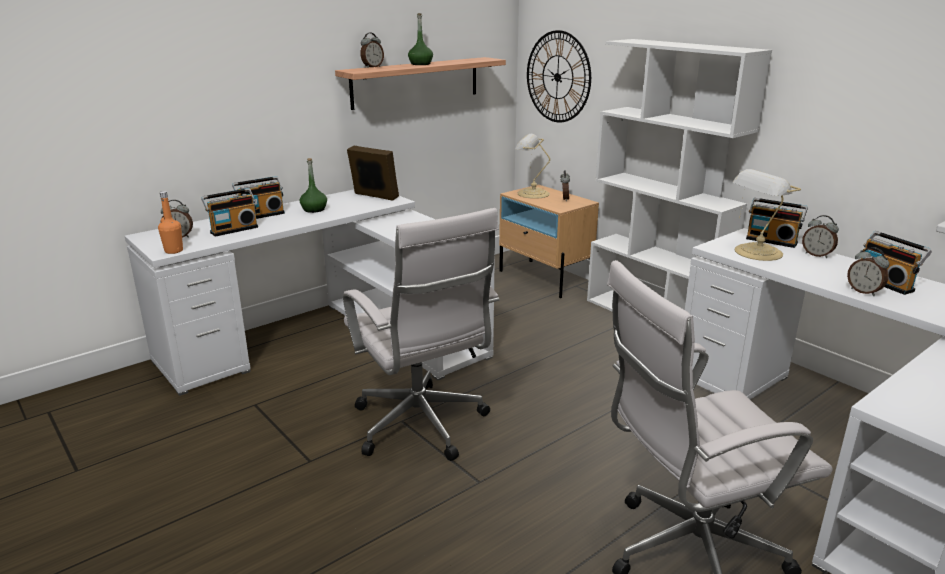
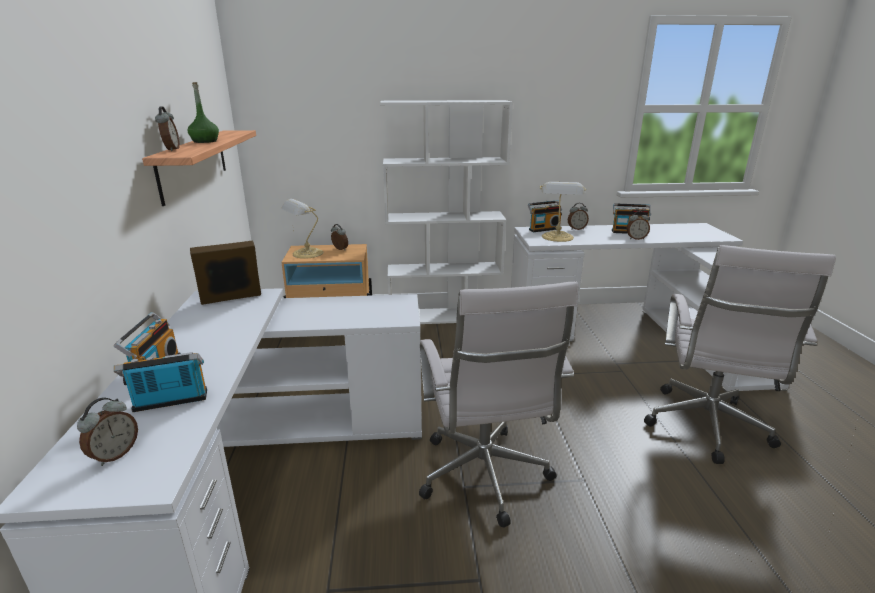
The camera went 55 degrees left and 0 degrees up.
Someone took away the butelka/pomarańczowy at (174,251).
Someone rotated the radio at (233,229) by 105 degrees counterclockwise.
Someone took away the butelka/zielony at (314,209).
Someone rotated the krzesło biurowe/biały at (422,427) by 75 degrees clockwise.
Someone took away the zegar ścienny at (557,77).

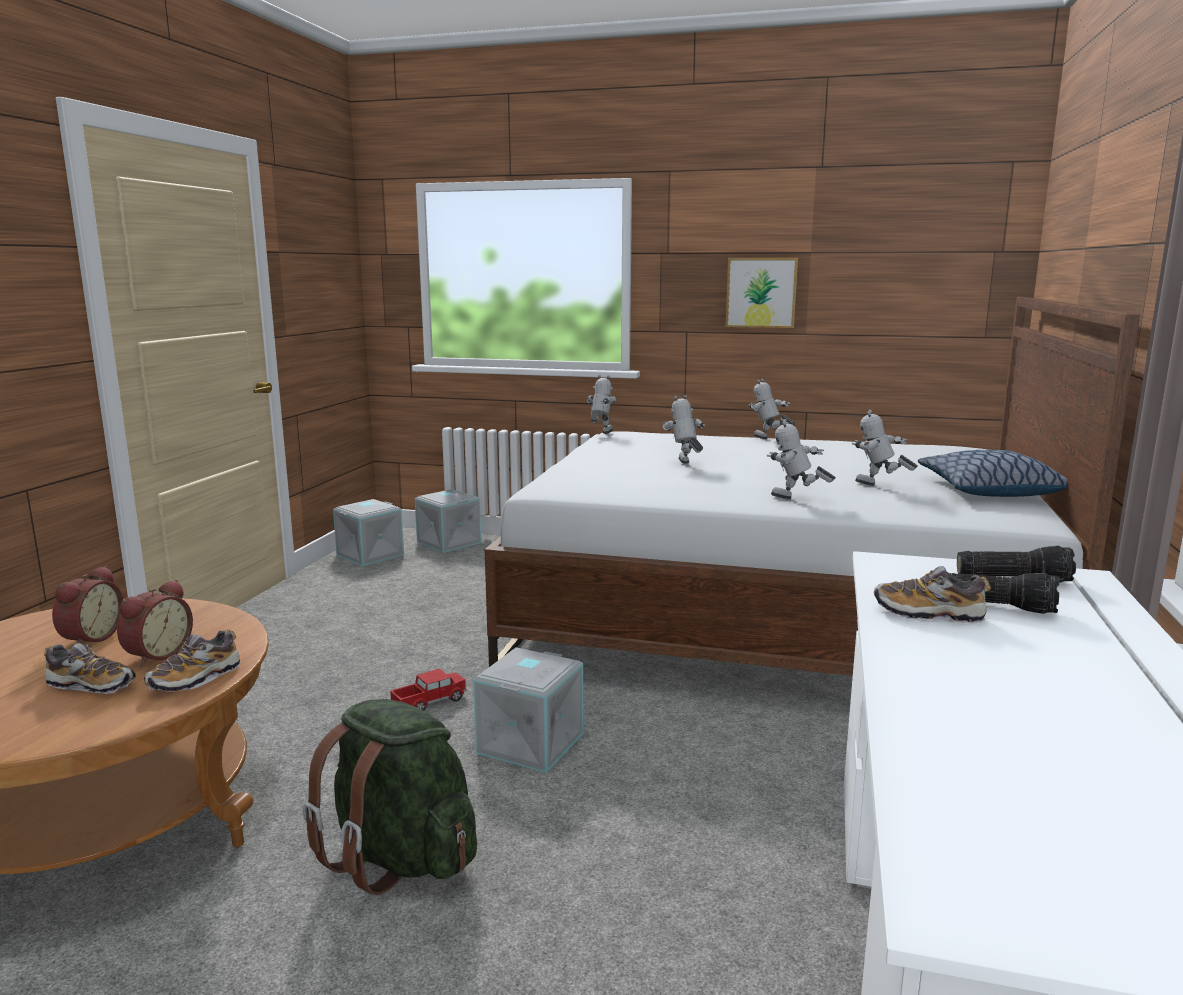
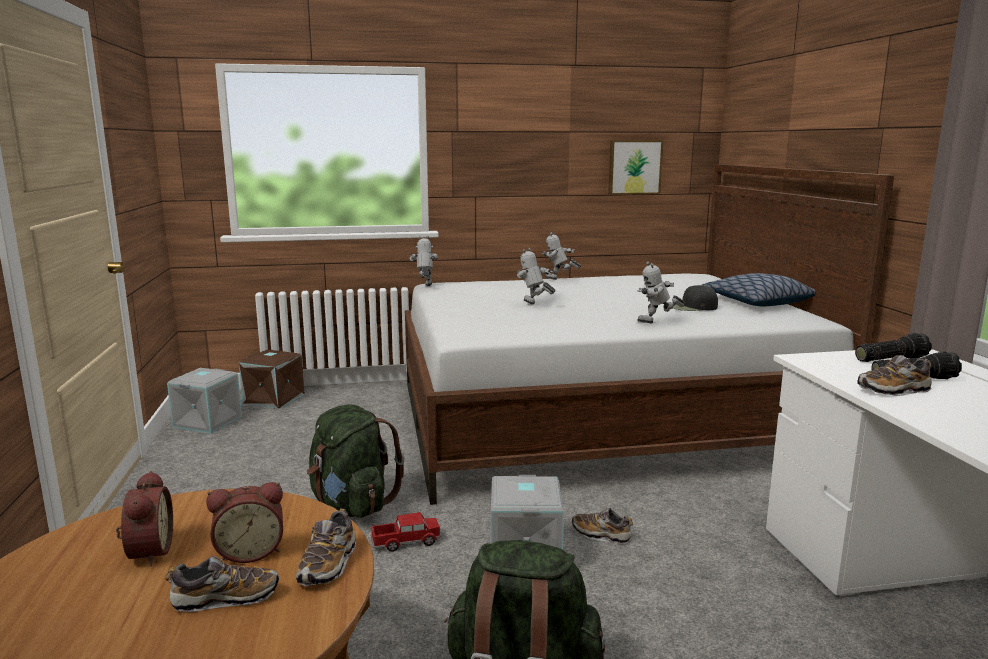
The camera went 25 degrees left and 0 degrees up.
Someone rotated the budzik at (156,654) by 75 degrees clockwise.
Someone rotated the ciężarówka zabawkowa at (429,702) by 45 degrees clockwise.
Someone repainted the pojemnik do przechowywania/szary at (447,542), which became the pojemnik do przechowywania/brązowy at (273,399).
Someone carried the obraz from (761,292) to (634,167).
Someone swapped the robot zabawkowy at (879,487) for the czapka z daszkiem/czarny at (691,307).
Someone put down the plecak/zielony at (352,506).
Someone put down the but at (601,535).

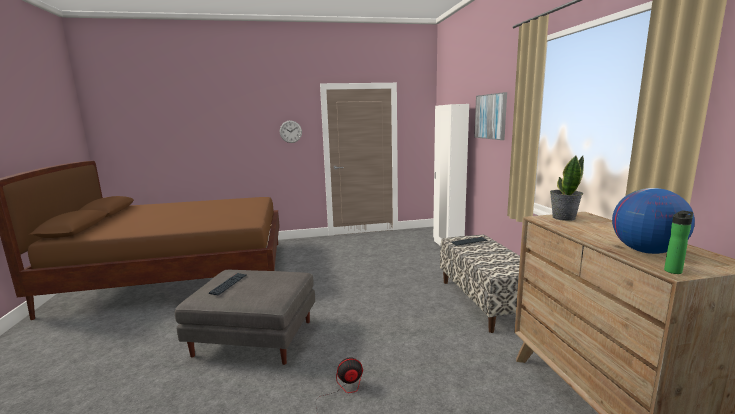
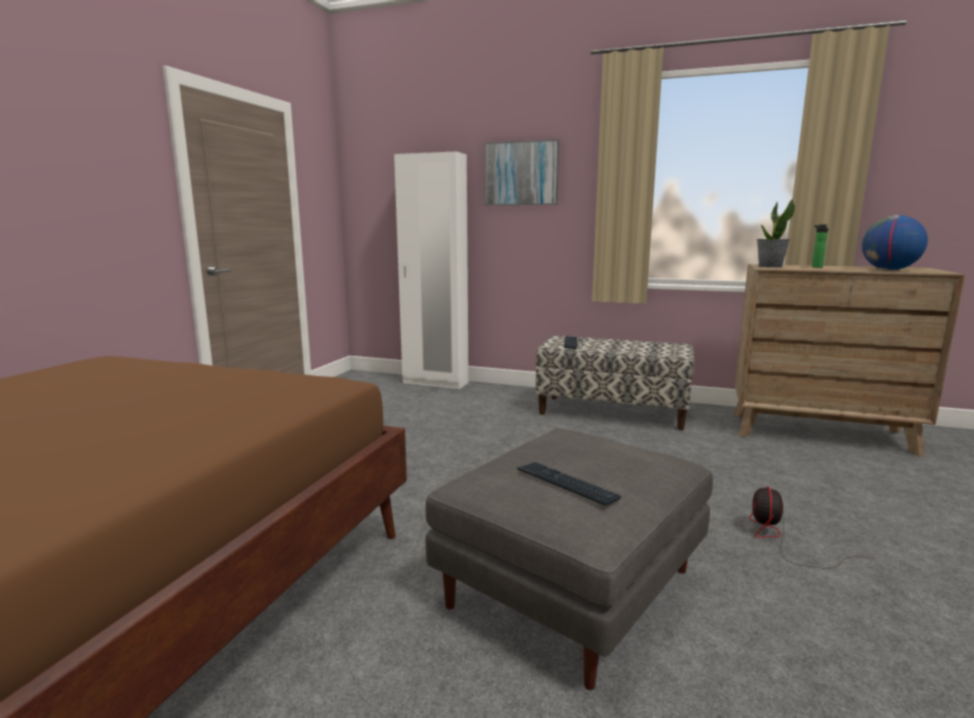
The camera went 60 degrees left and 0 degrees up.
Someone took away the zegar ścienny at (290,131).
Someone carried the butelka from (673,270) to (816,267).

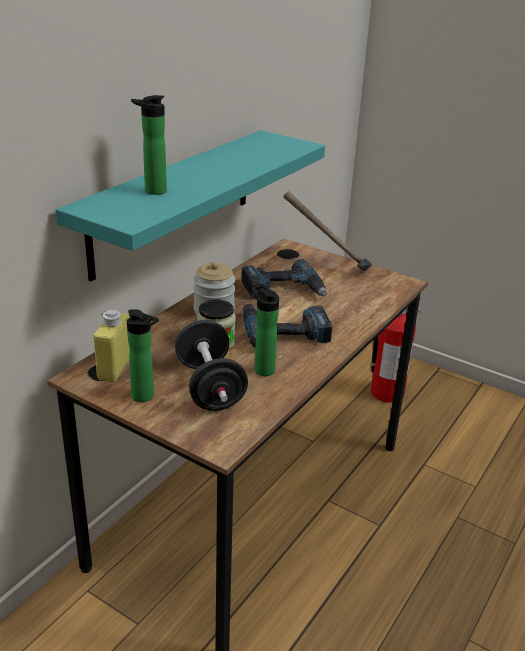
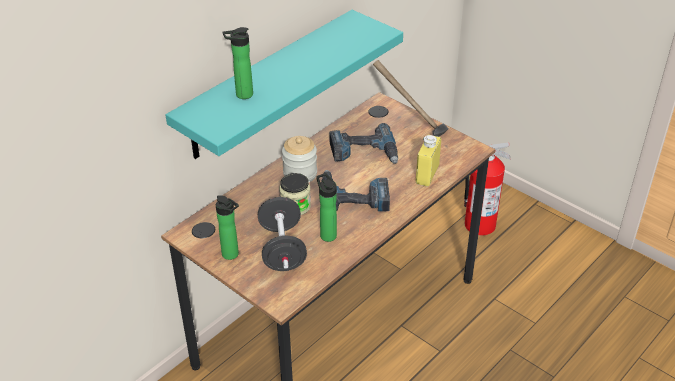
The camera went 10 degrees right and 10 degrees up.
Someone carried the butelka/żółty from (115,368) to (427,175).

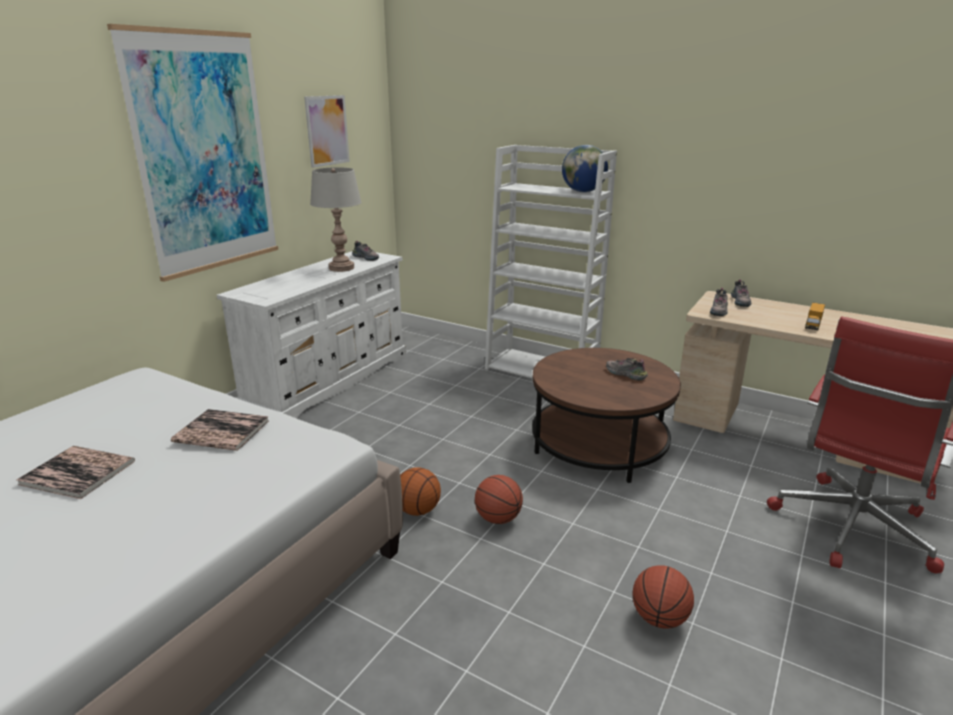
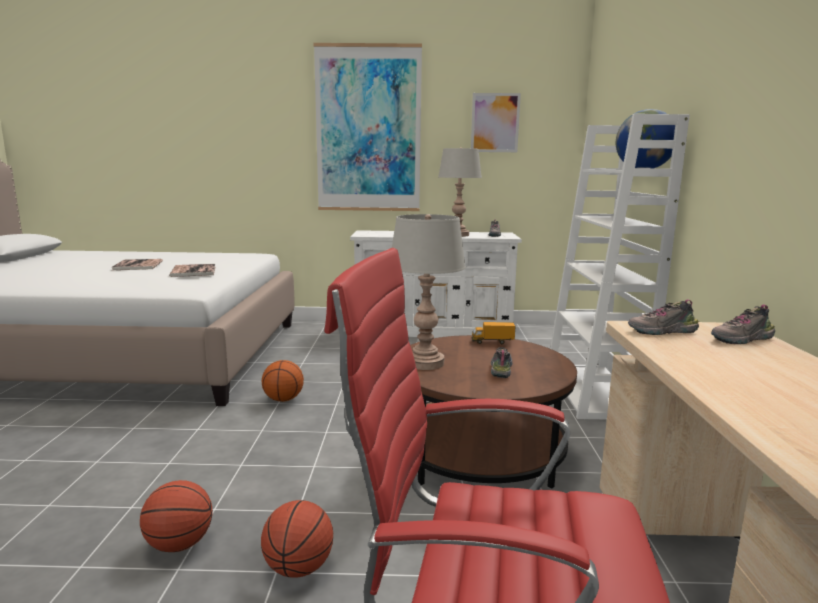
The camera went 60 degrees right and 10 degrees down.
Someone carried the piłka do koszykówki from (498,518) to (299,568).
Someone carried the ciężarówka zabawkowa from (813,325) to (492,342).
Someone put down the lampa stołowa/szary at (425,363).

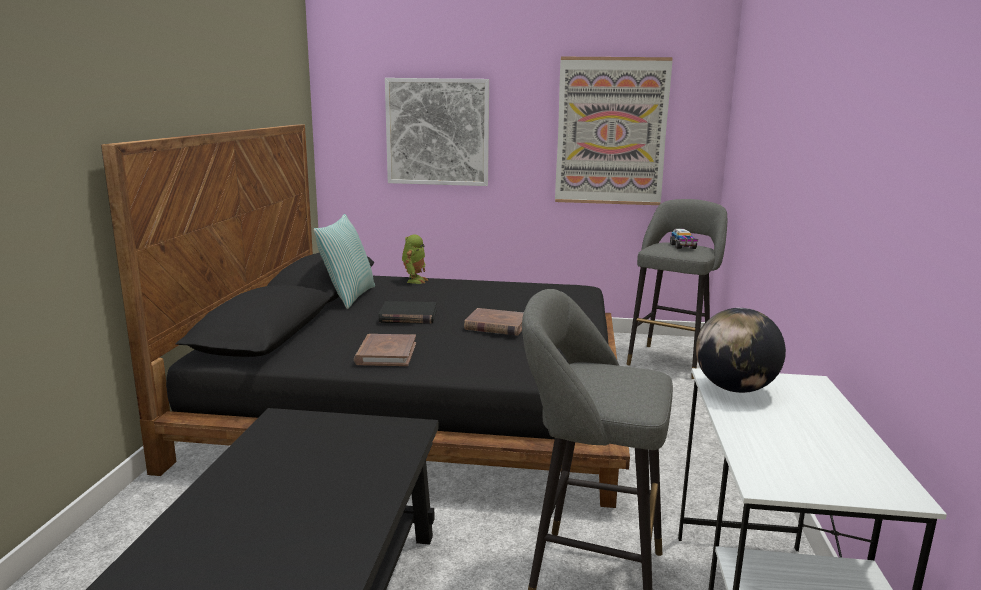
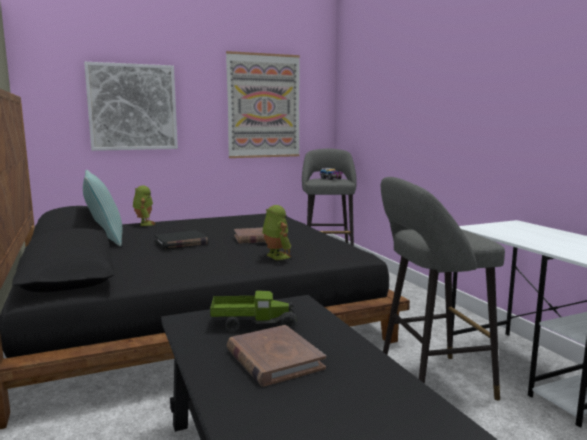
The camera went 30 degrees left and 5 degrees down.
Someone carried the książka/brązowy from (386,354) to (274,359).
Someone took away the globus at (735,389).
Someone put down the ciężarówka zabawkowa at (253,324).
Someone put down the robot zabawkowy at (275,257).

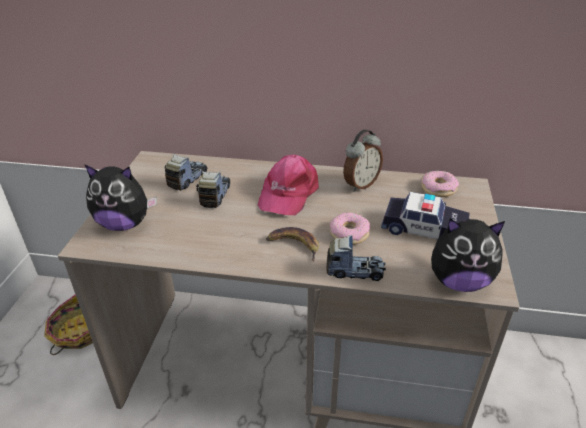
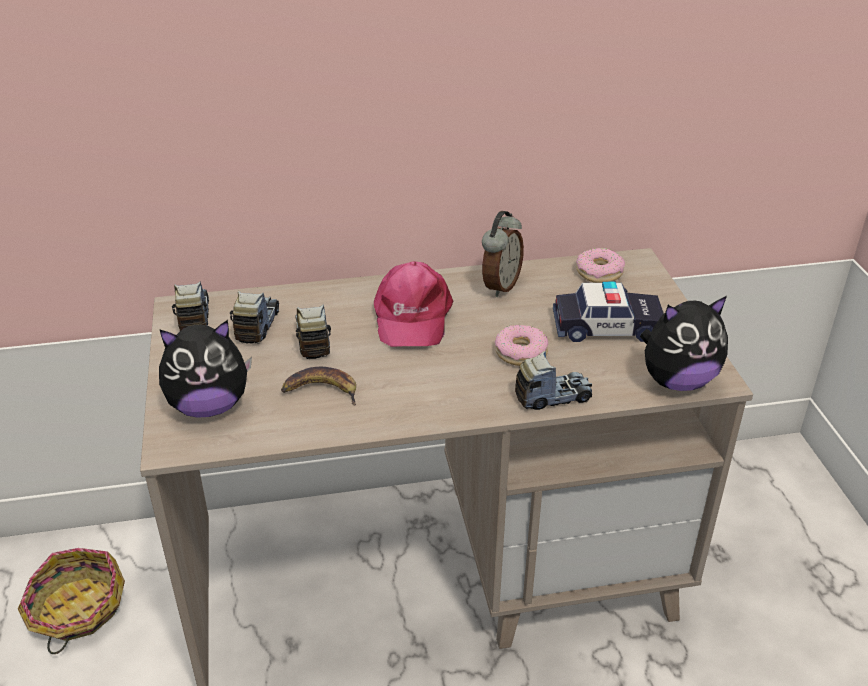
The camera went 20 degrees left and 0 degrees up.
Someone carried the banan from (294,245) to (321,390).
Someone put down the ciężarówka zabawkowa at (193,317).

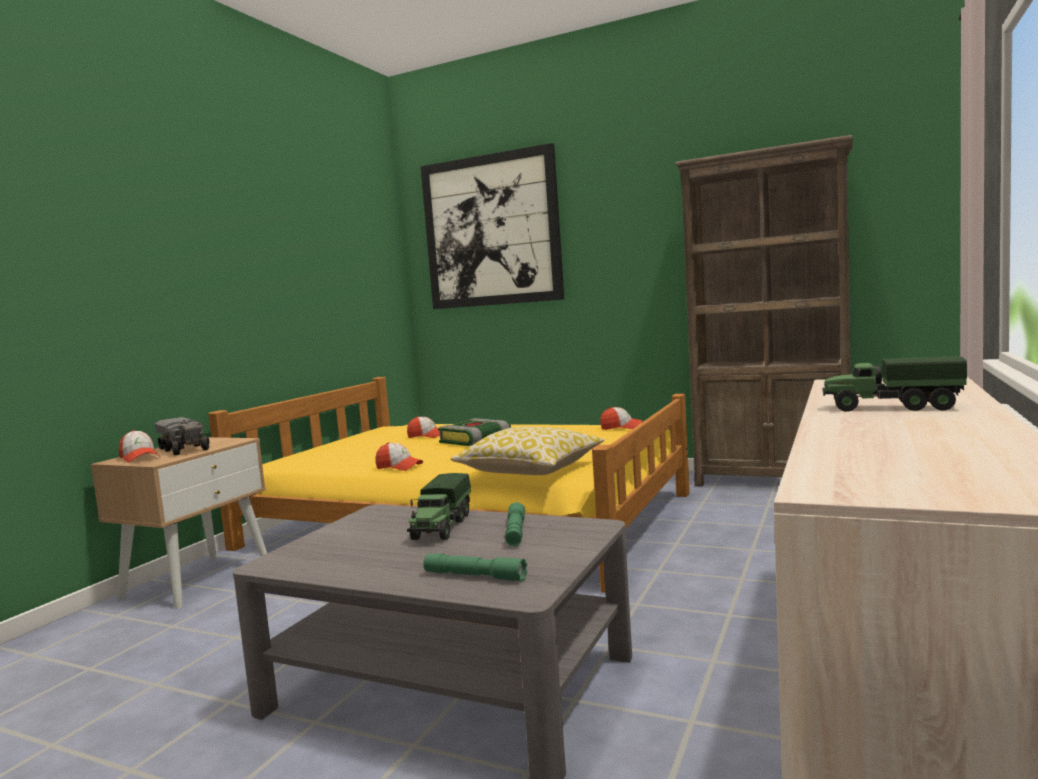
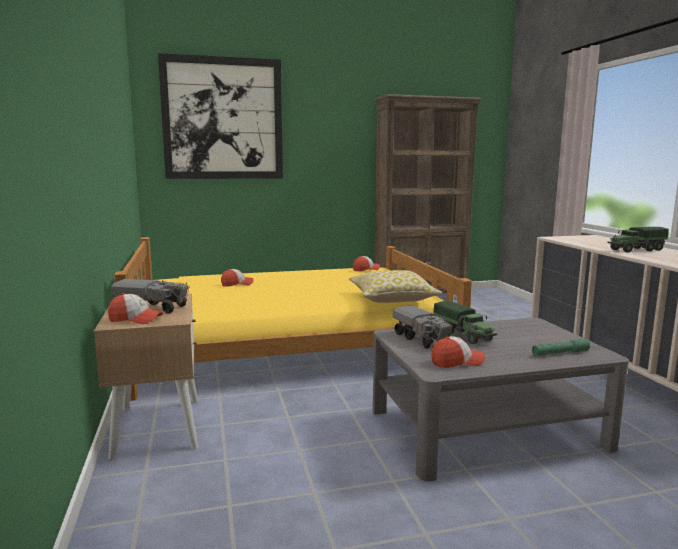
The camera went 40 degrees left and 5 degrees up.
Someone carried the czapka z daszkiem from (399,467) to (457,362).
Someone took away the książka at (475,440).
Someone took away the latarka/zielony at (515,532).
Someone put down the ciężarówka zabawkowa at (422,339).

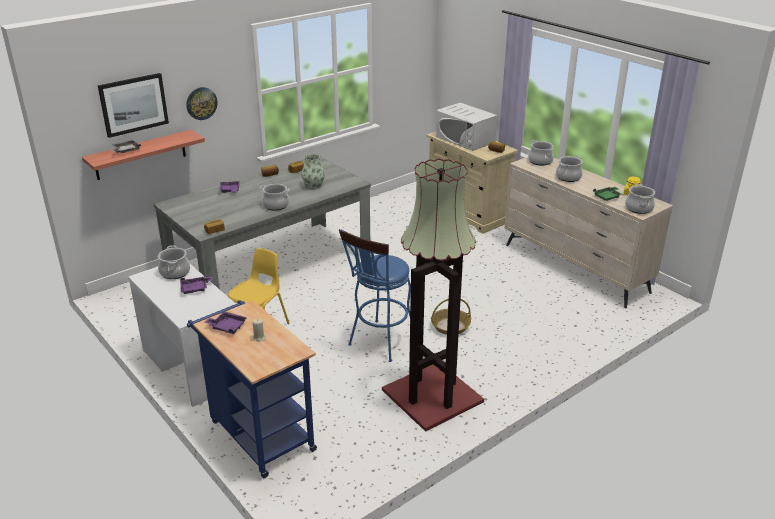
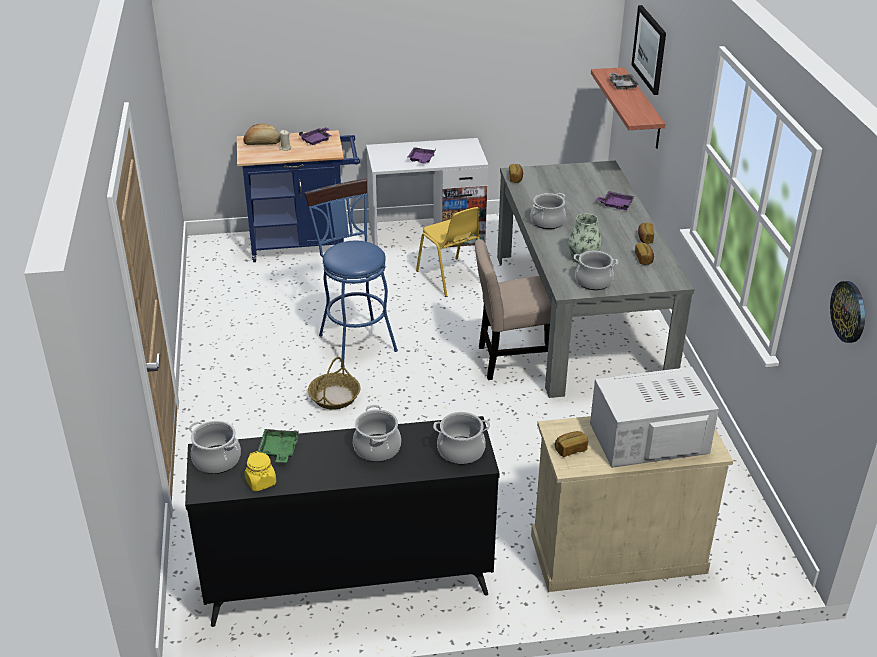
The camera went 120 degrees right and 5 degrees up.
Someone carried the garnek from (175,272) to (593,281).
Someone carried the zegar ścienny from (201,103) to (849,311).
Someone took away the lampa stojąca at (432,397).
Someone repainted the komoda/beżowy at (575,268), which became the komoda/czarny at (347,581).
Someone put down the chleb at (262,143).
Someone put down the krzesło/beżowy at (513,360).

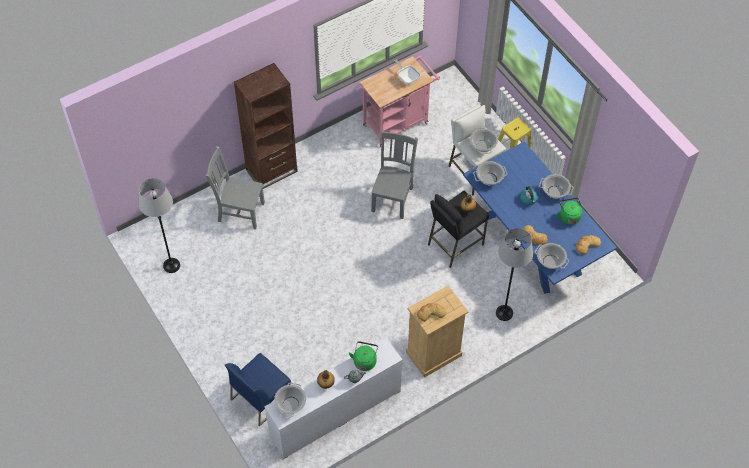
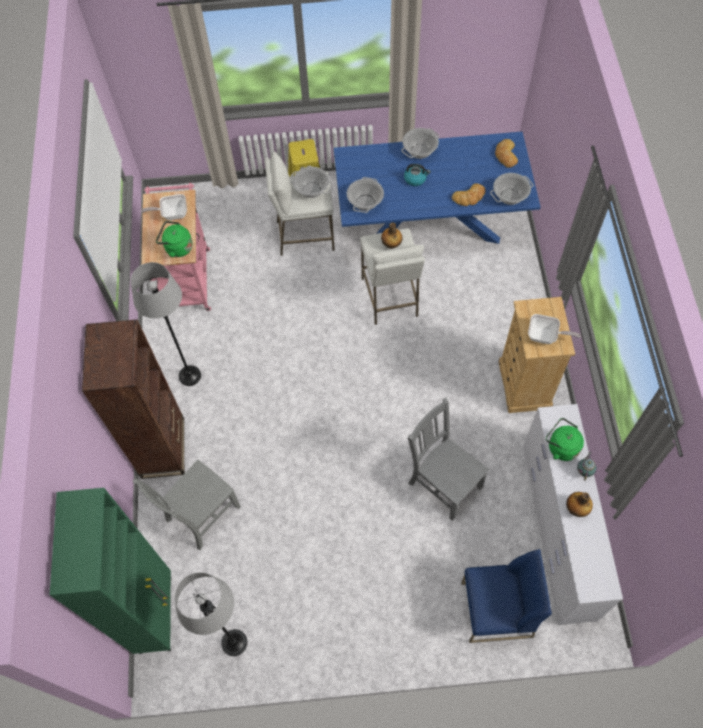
The camera went 60 degrees left and 5 degrees up.
Someone rotated the krzesło/niebieski at (261,397) by 75 degrees counterclockwise.
Someone took away the garnek at (290,404).
Someone carried the krzesło/szary from (393,198) to (443,483).
Someone swapped the chleb at (430,313) for the patelnia at (545,336).
Someone repainted the stołek/czarny at (455,244), which became the stołek/biały at (390,297).
Someone carried the lampa stojąca/szary from (504,313) to (190,376).
Someone carried the czajnik/zielony from (569,216) to (177,248).
Someone put down the szafka/zielony at (156,613).

